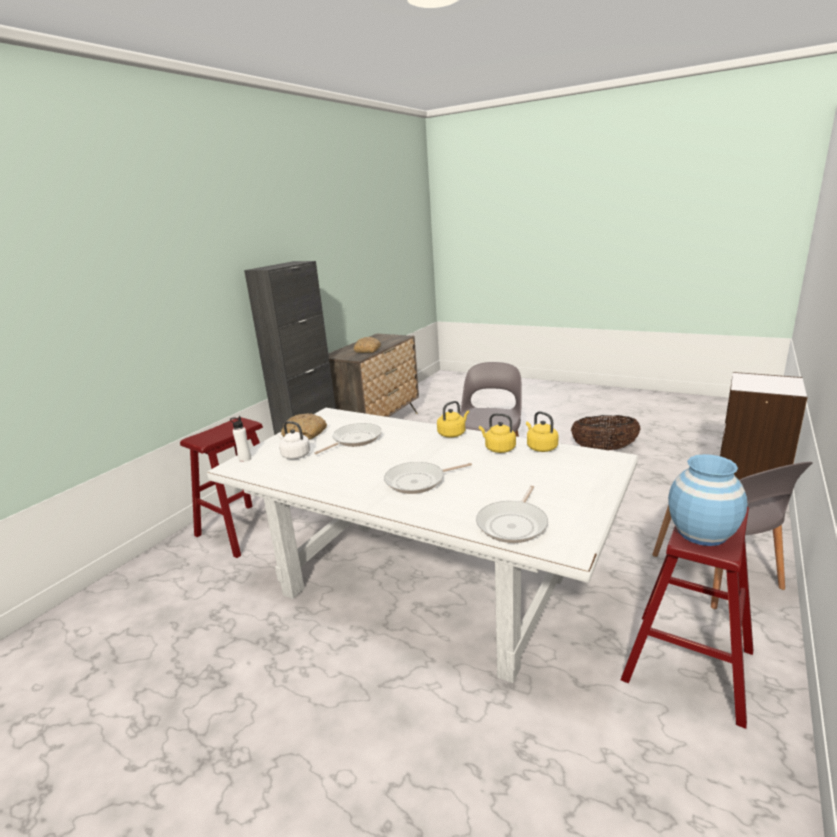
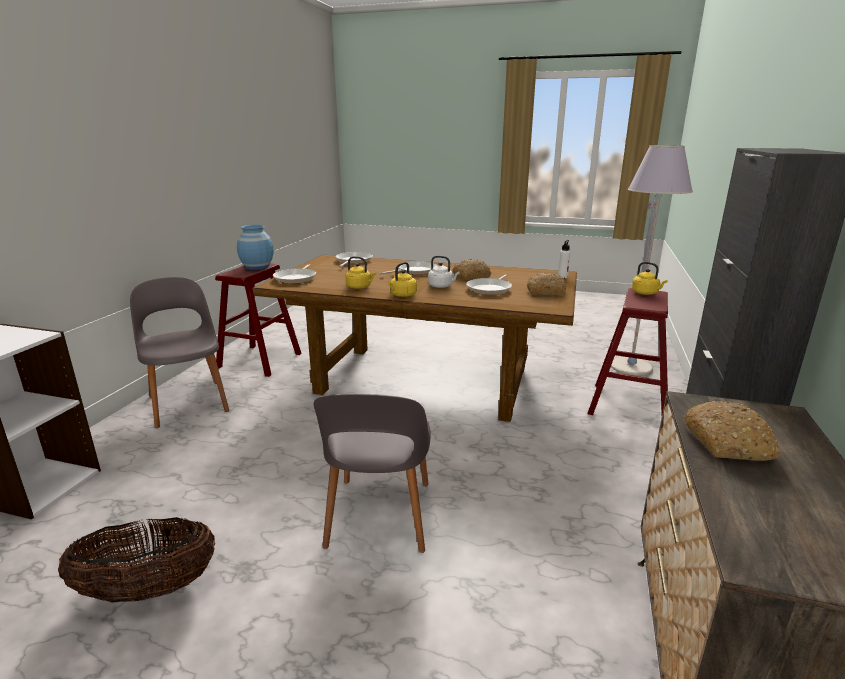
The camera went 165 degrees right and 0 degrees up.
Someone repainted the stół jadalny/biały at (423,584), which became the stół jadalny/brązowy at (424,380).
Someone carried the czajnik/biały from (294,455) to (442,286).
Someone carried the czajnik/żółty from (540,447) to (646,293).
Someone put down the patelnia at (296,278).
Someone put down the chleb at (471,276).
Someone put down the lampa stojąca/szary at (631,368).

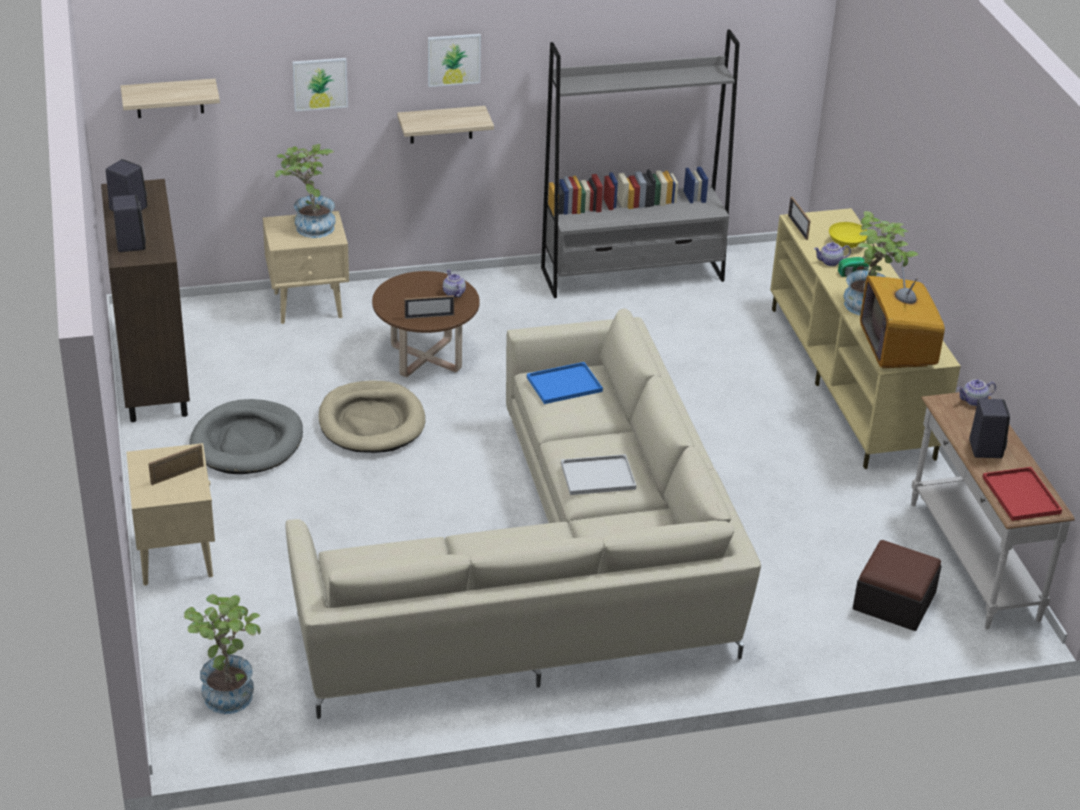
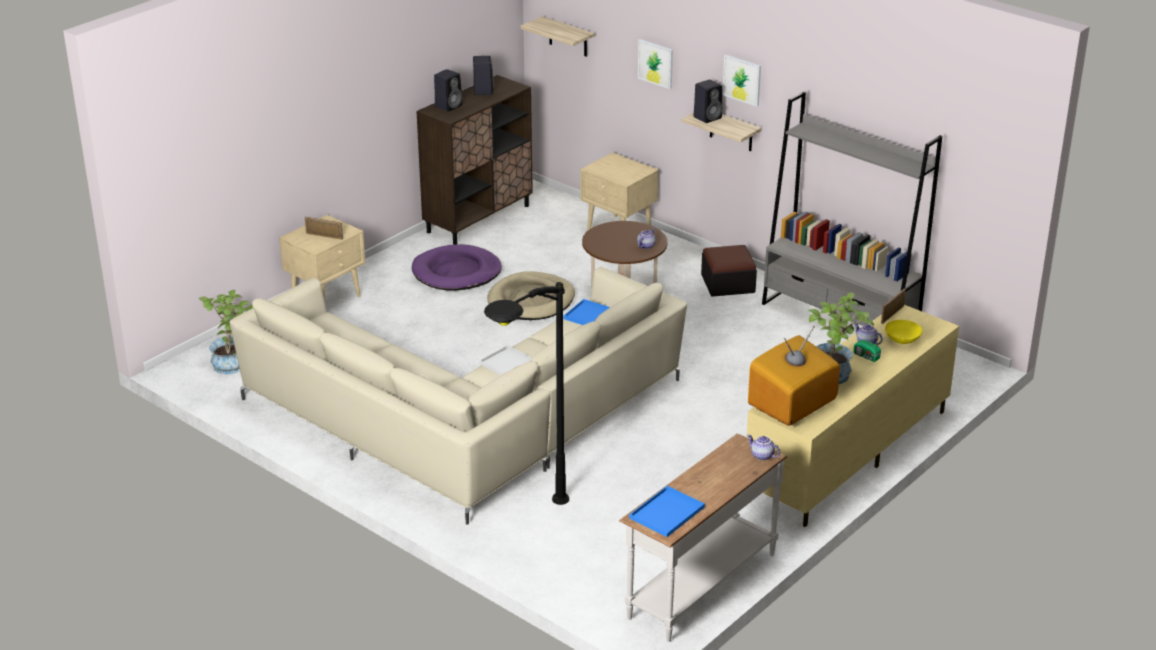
The camera went 55 degrees right and 5 degrees down.
Someone repainted the legowisko/szary at (247,442), which became the legowisko/fioletowy at (456,272).
Someone took away the roślina doniczkowa at (309,226).
Someone took away the ramka na zdjęcie at (429,316).
Someone carried the pufa from (894,601) to (728,283).
Someone carried the głośnik/czarny from (985,448) to (708,117).
Someone repainted the taca/czerwony at (1022,496), which became the taca/niebieski at (666,513).
Someone put down the lampa stojąca/czarny at (524,525).

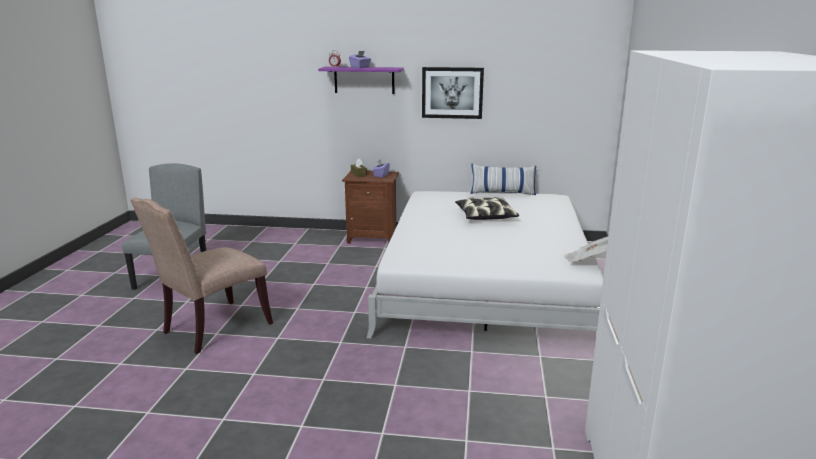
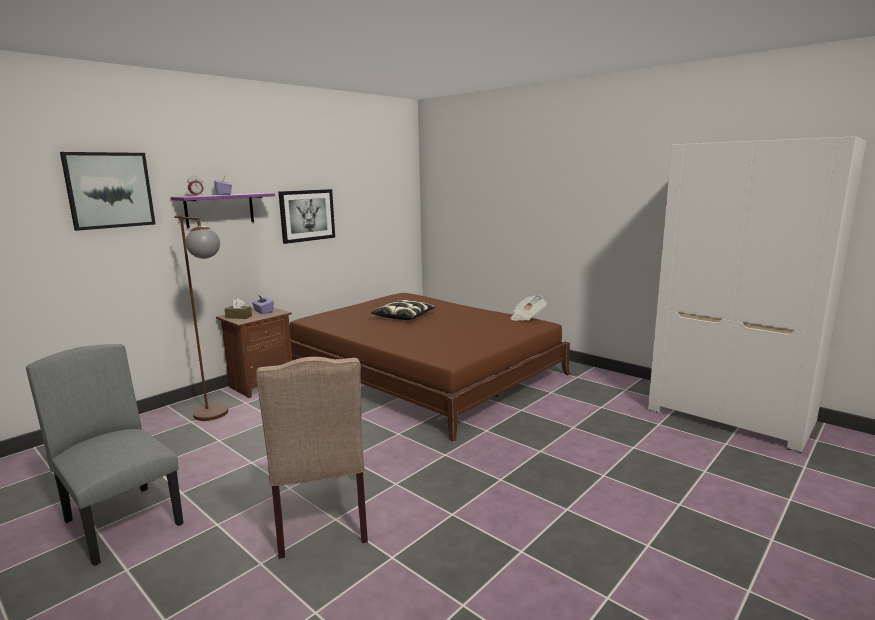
The camera went 55 degrees left and 5 degrees down.
Someone repainted the łóżko/biały at (486,281), which became the łóżko/brązowy at (423,372).
Someone took away the poduszka at (502,193).
Someone put up the obraz at (109,190).
Someone put down the lampa stojąca/brązowy at (217,416).

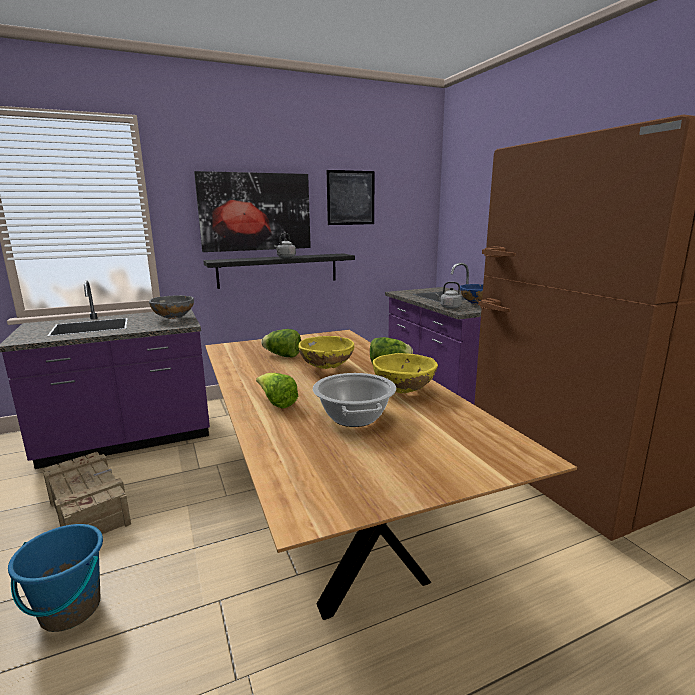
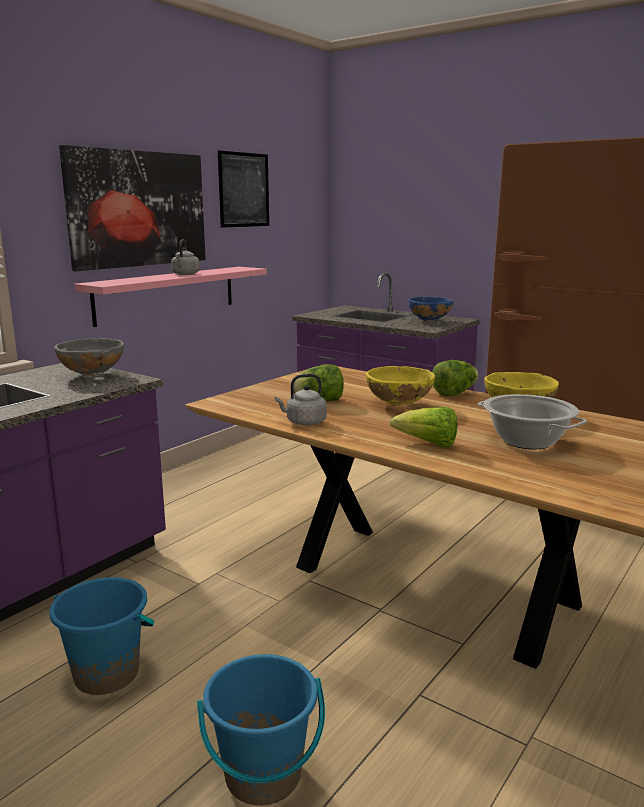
The camera went 30 degrees left and 0 degrees up.
Someone swapped the skrzynka at (89,508) for the wiadro/niebieski at (107,674).
Someone repainted the półka/czarny at (278,270), which became the półka/różowy at (167,294).
Someone carried the czajnik/szary from (449,307) to (304,422).

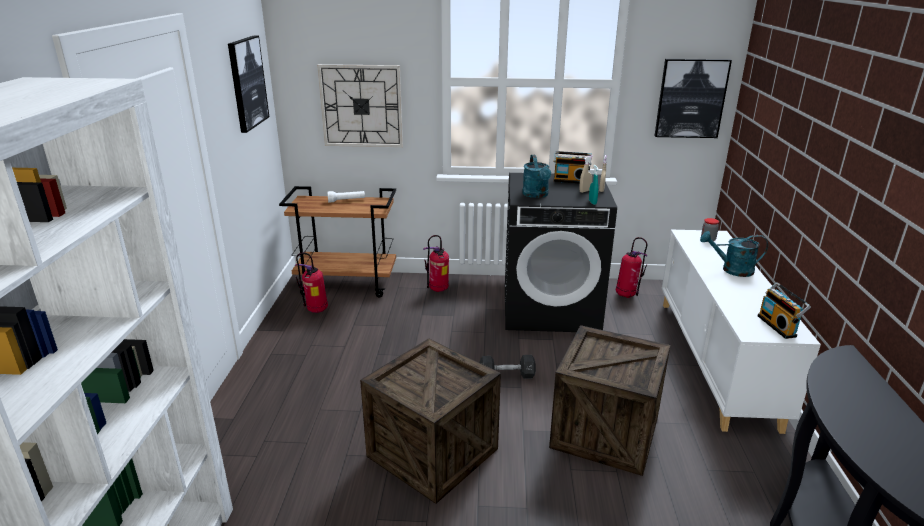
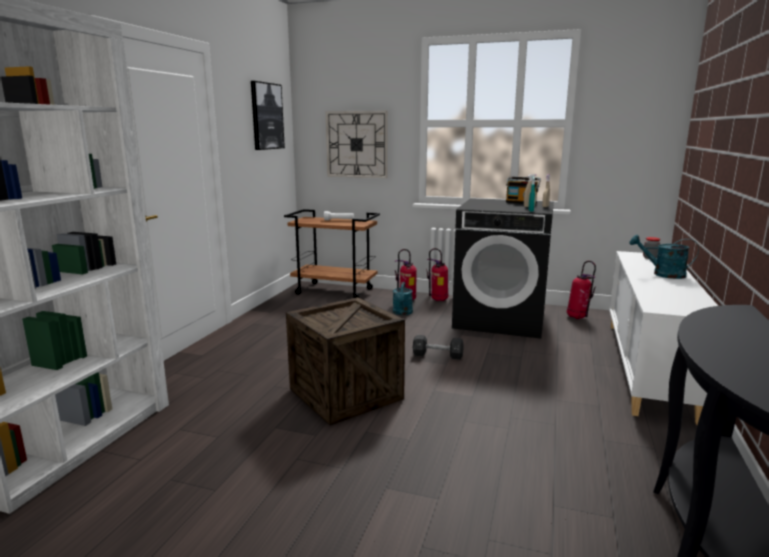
The camera went 15 degrees right and 10 degrees down.
Someone carried the gaśnica from (315,311) to (438,300).
Someone carried the konewka/turkusowy from (536,195) to (402,313).
Someone took away the skrzynka at (605,432).
Someone took away the obraz at (691,98).
Someone took away the radio at (778,326).

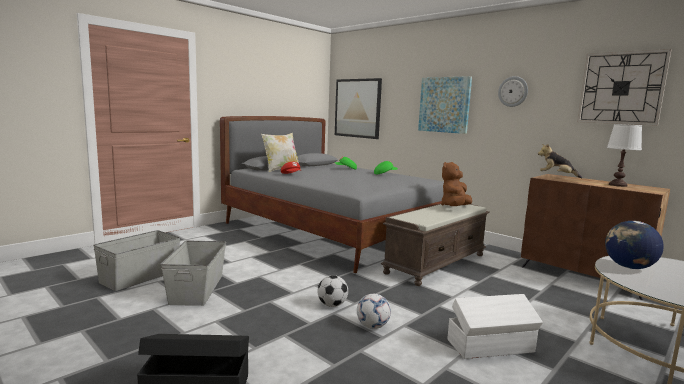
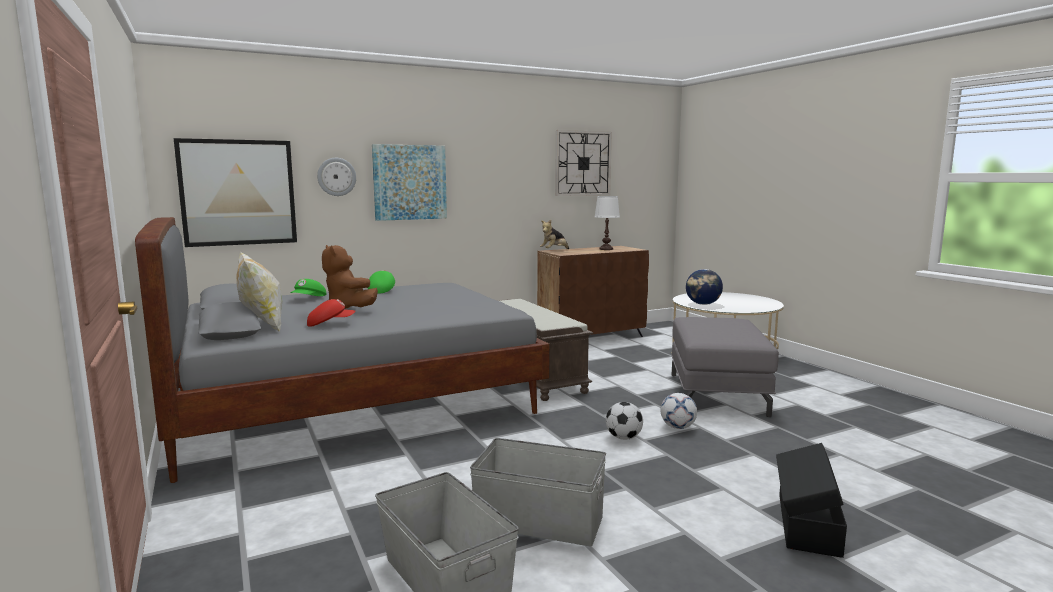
The camera went 70 degrees left and 0 degrees up.
Someone carried the pluszak/brązowy from (455,207) to (349,309).
Someone swapped the pojemnik do przechowywania/biały at (491,346) for the pufa/szary at (716,394).
Someone carried the zegar ścienny from (513,91) to (336,176).

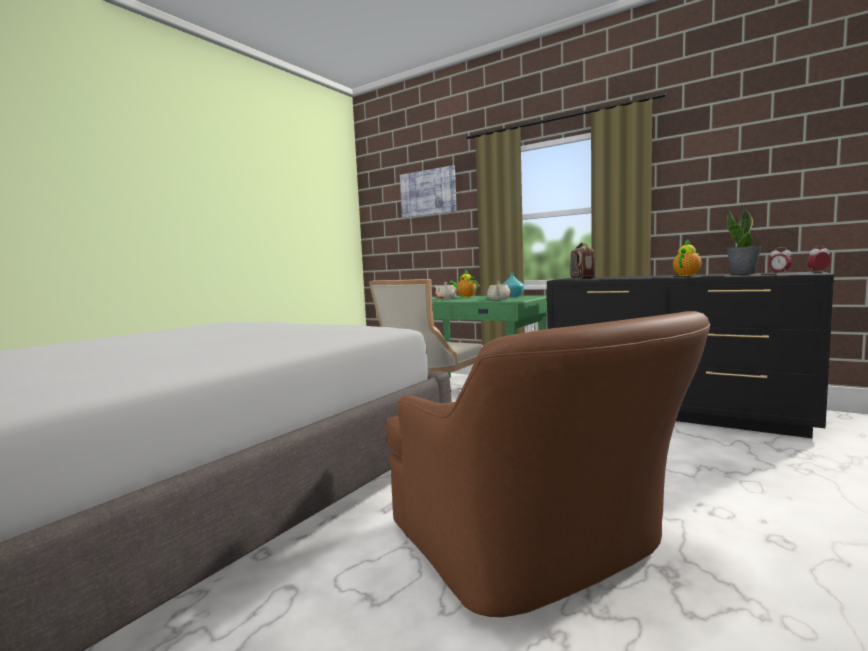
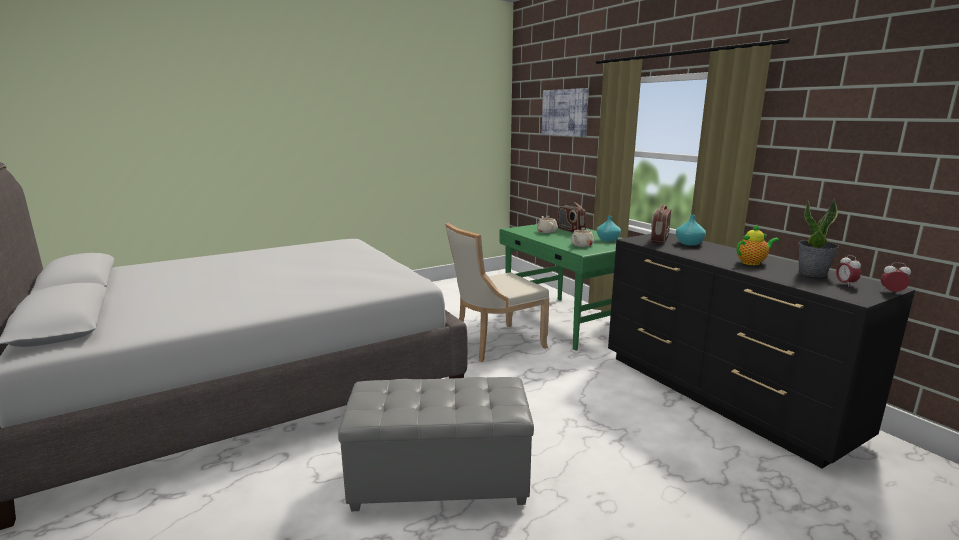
The camera went 25 degrees right and 10 degrees up.
Someone swapped the fotel/brązowy at (537,548) for the pufa/szary at (439,482).
Someone swapped the imbryk at (465,297) for the radio at (570,230).
Someone put down the wazon/turkusowy at (690,243).

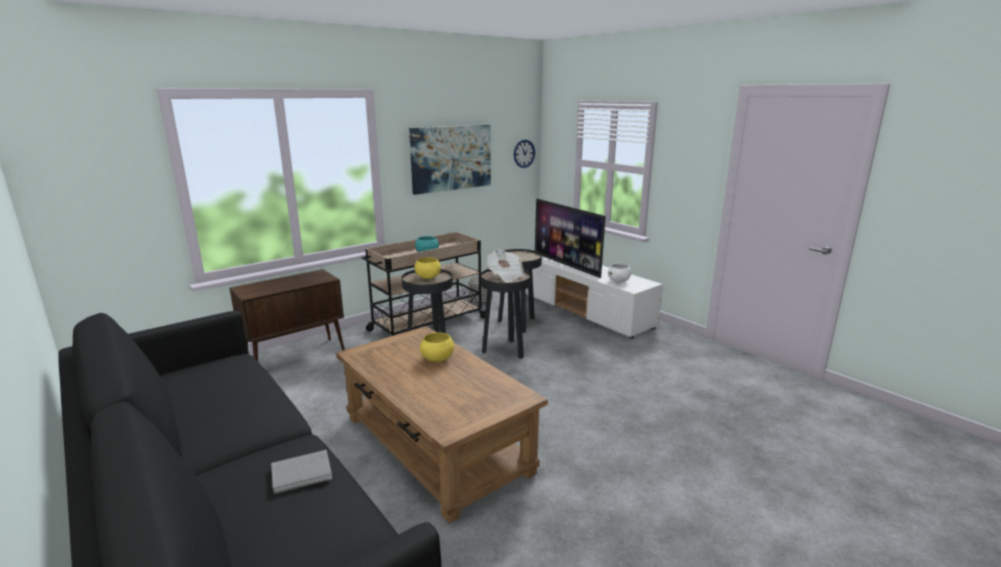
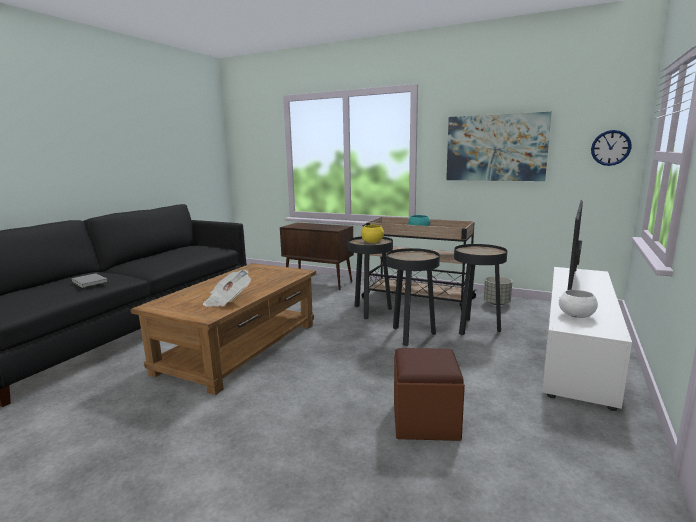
The camera went 65 degrees right and 5 degrees down.
Someone took away the miska/żółty at (437,359).
Someone carried the gazeta from (505,276) to (228,301).
Someone put down the pufa/brązowy at (425,421).

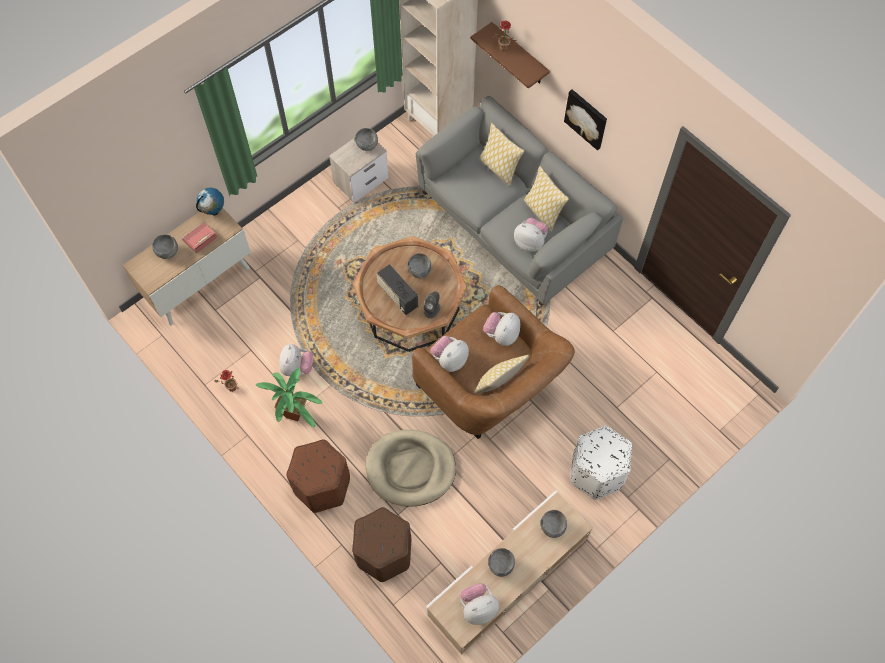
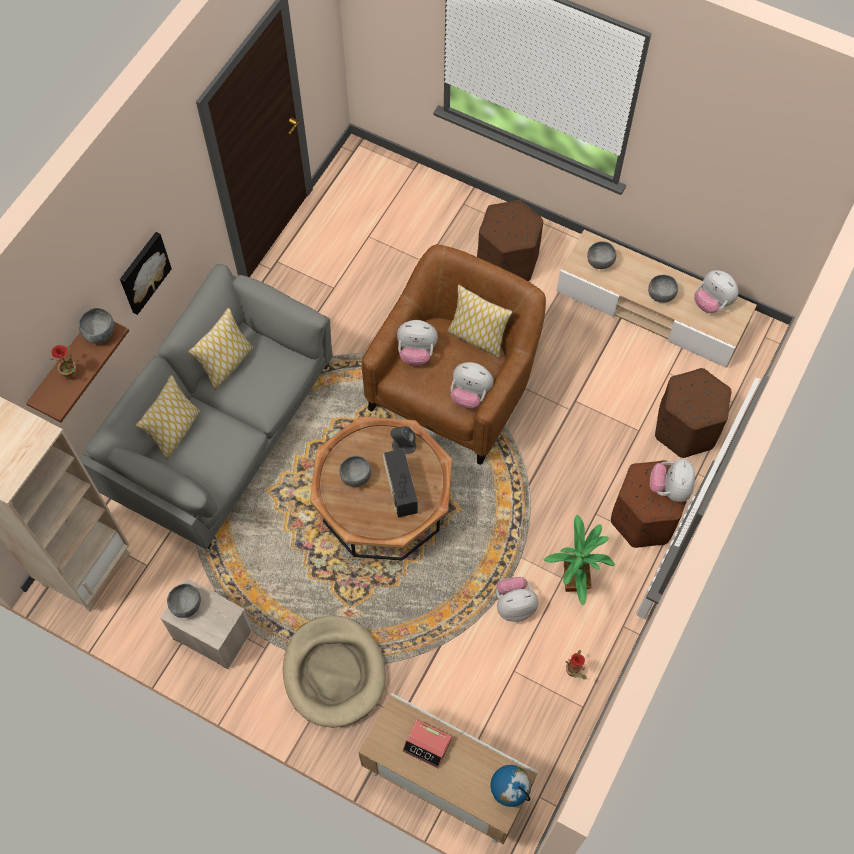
The camera went 110 degrees left and 0 degrees up.
Someone carried the miska/szary from (167,252) to (99,334).
Someone carried the globus from (214,212) to (509,791).
Someone carried the legowisko/beżowy from (410,469) to (334,672).
Someone rotated the radio at (397,296) by 135 degrees clockwise.
Someone carried the pluszak from (530,242) to (670,488).
Someone repainted the pufa/biały at (596,473), which became the pufa/brązowy at (508,262).

